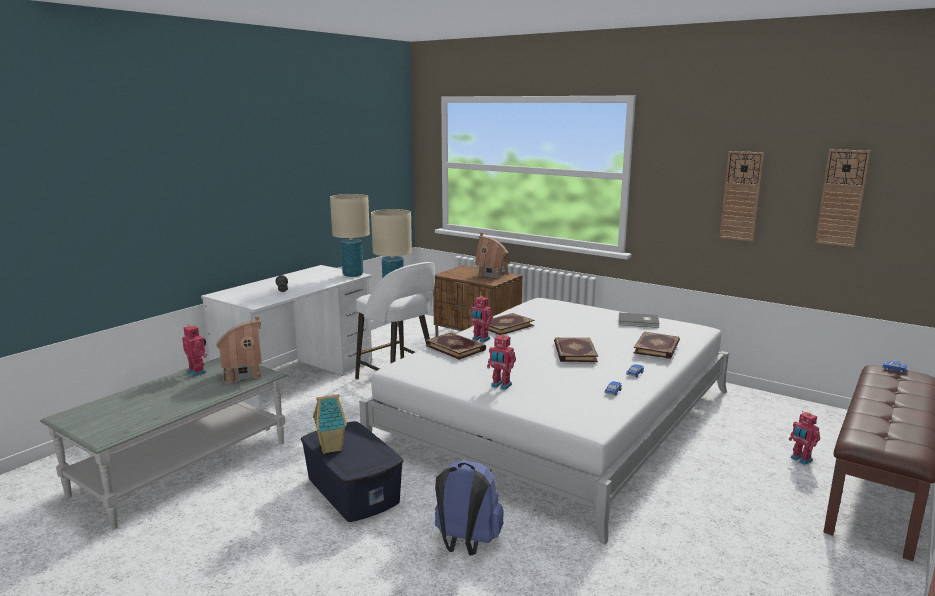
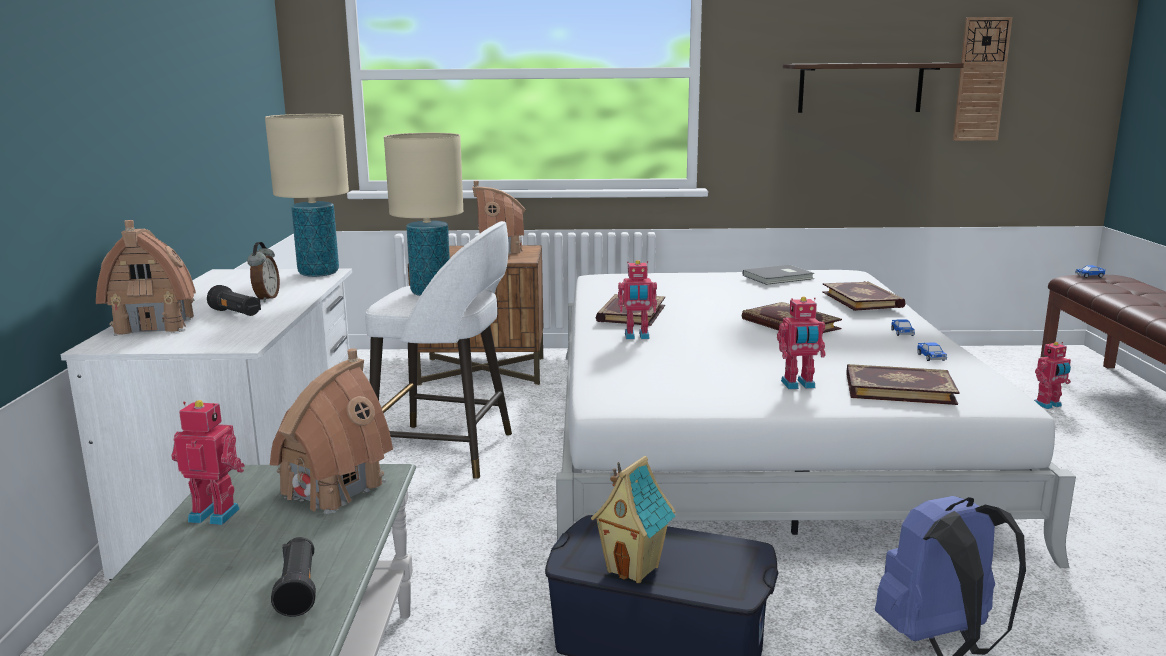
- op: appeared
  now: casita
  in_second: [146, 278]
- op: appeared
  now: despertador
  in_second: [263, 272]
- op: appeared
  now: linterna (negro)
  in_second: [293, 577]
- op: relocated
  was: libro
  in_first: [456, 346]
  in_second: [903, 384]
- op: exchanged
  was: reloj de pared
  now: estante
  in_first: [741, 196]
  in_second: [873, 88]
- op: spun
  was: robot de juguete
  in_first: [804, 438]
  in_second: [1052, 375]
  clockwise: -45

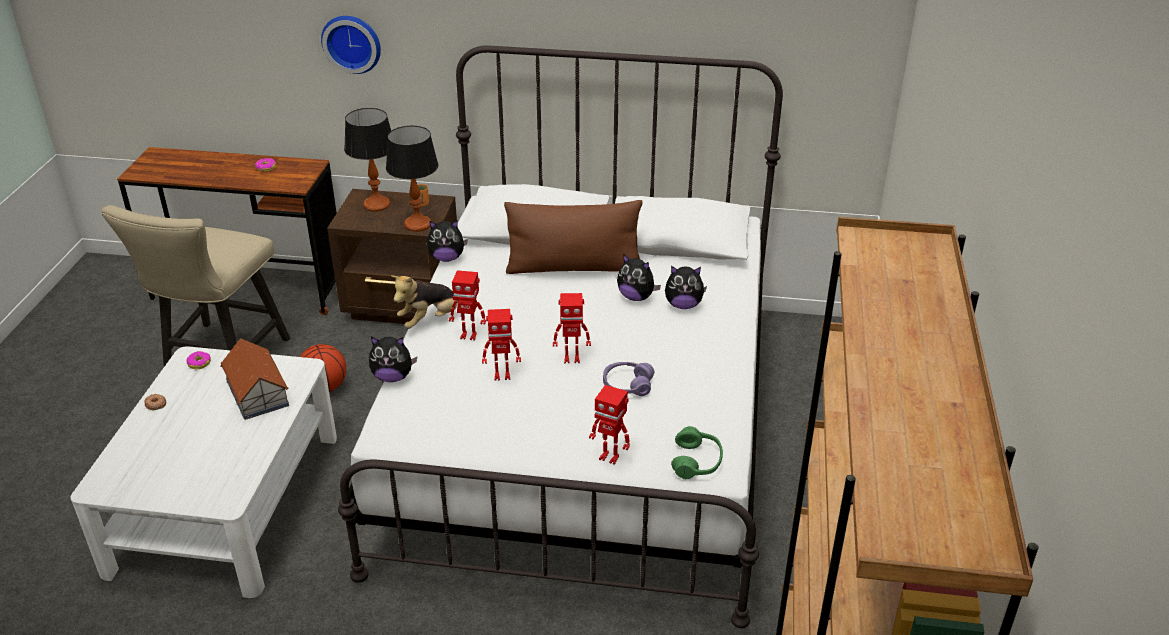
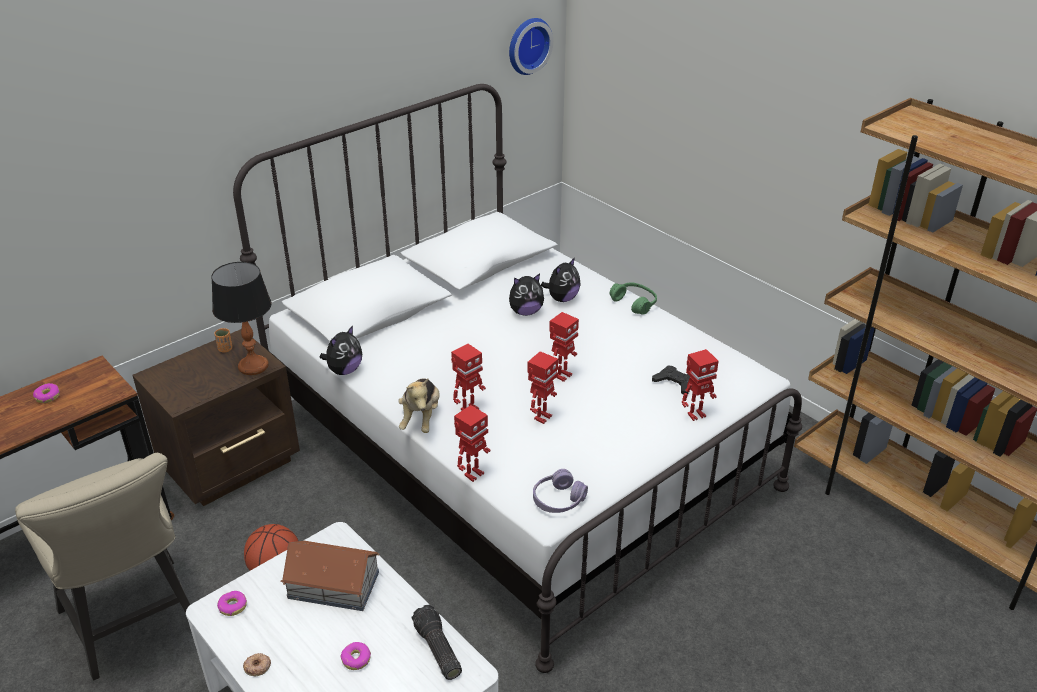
- op: missing
  was: lámpara de mesa
  in_first: [367, 160]
- op: missing
  was: cojín (marrón)
  in_first: [573, 237]
- op: appeared
  now: rosquilla
  in_second: [356, 656]
- op: appeared
  now: linterna
  in_second: [437, 642]
- op: appeared
  now: mando de consola (negro)
  in_second: [671, 380]
- op: relocated
  was: reloj de pared
  in_first: [351, 45]
  in_second: [531, 46]
- op: relocated
  was: auriculares (morado)
  in_first: [628, 379]
  in_second: [560, 491]
- op: relocated
  was: auriculares (verde)
  in_first: [697, 452]
  in_second: [633, 298]
- op: exchanged
  was: peluche
  now: robot de juguete
  in_first: [393, 359]
  in_second: [472, 443]

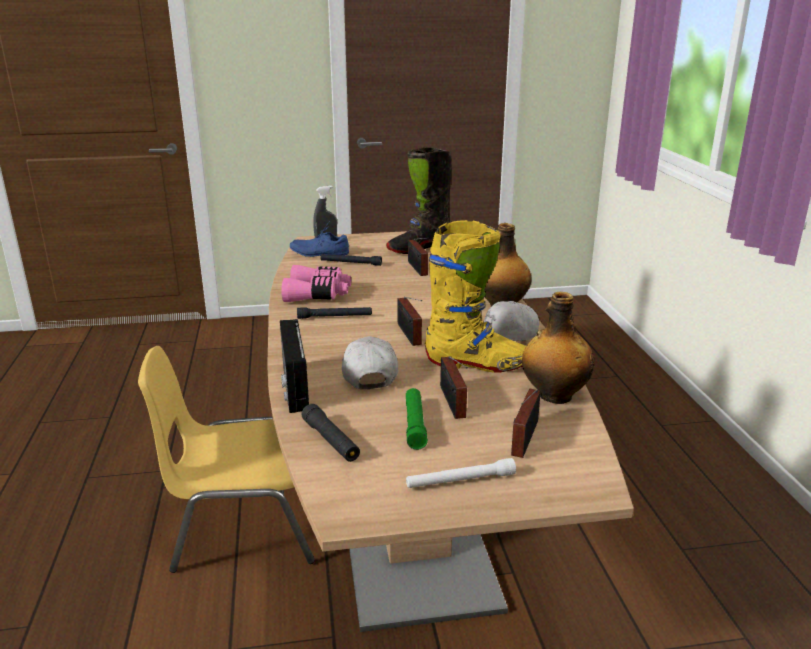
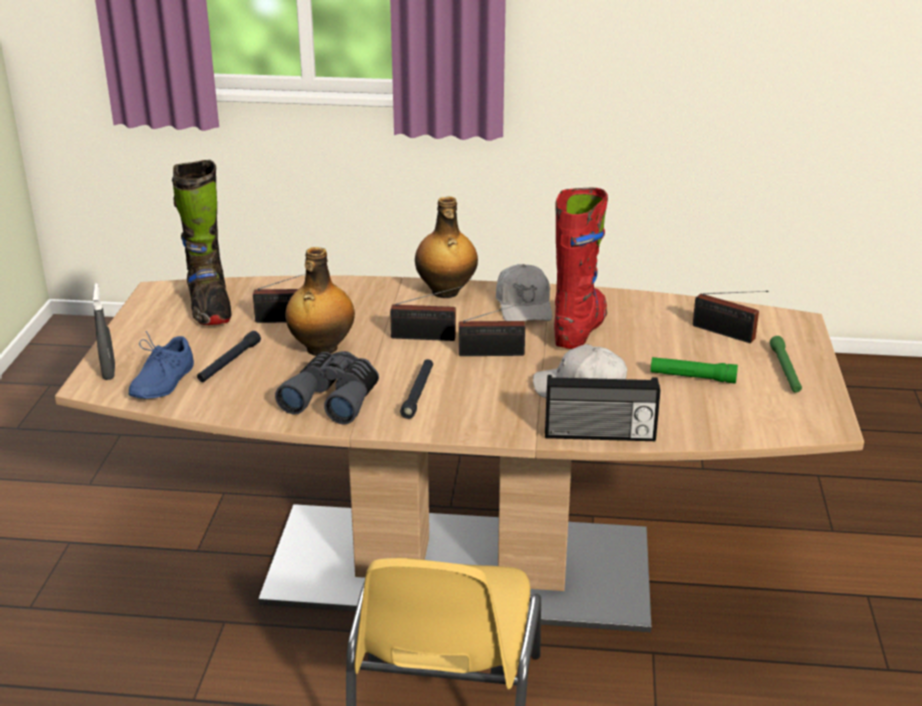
- op: missing
  was: linterna (negro)
  in_first: [331, 433]
- op: relocated
  was: radio
  in_first: [454, 387]
  in_second: [426, 313]
- op: relocated
  was: botella
  in_first: [558, 348]
  in_second: [320, 301]
- op: colour
  was: prismáticos (rosa)
  now: prismáticos (gris)
  in_first: [316, 283]
  in_second: [327, 388]
- op: colour
  was: linterna (blanco)
  now: linterna (verde)
  in_first: [461, 473]
  in_second: [786, 364]
- op: colour
  was: bota (amarillo)
  now: bota (rojo)
  in_first: [475, 296]
  in_second: [581, 268]

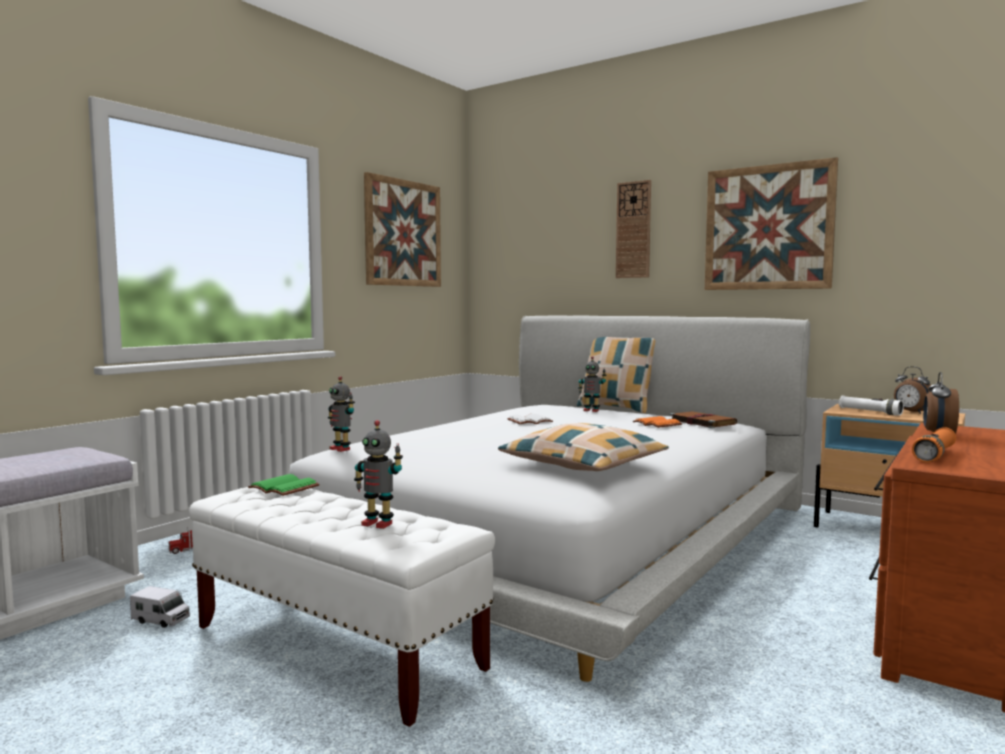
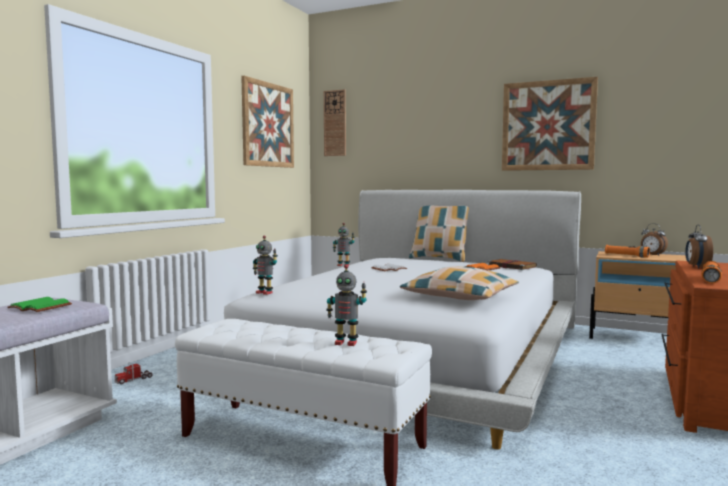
- op: missing
  was: camión de juguete
  in_first: [160, 607]
- op: relocated
  was: libro (verde)
  in_first: [284, 485]
  in_second: [39, 304]
- op: relocated
  was: robot de juguete
  in_first: [592, 384]
  in_second: [344, 244]
- op: relocated
  was: reloj de pared
  in_first: [633, 229]
  in_second: [335, 122]
- op: colour
  was: linterna (blanco)
  now: linterna (naranja)
  in_first: [871, 405]
  in_second: [627, 251]

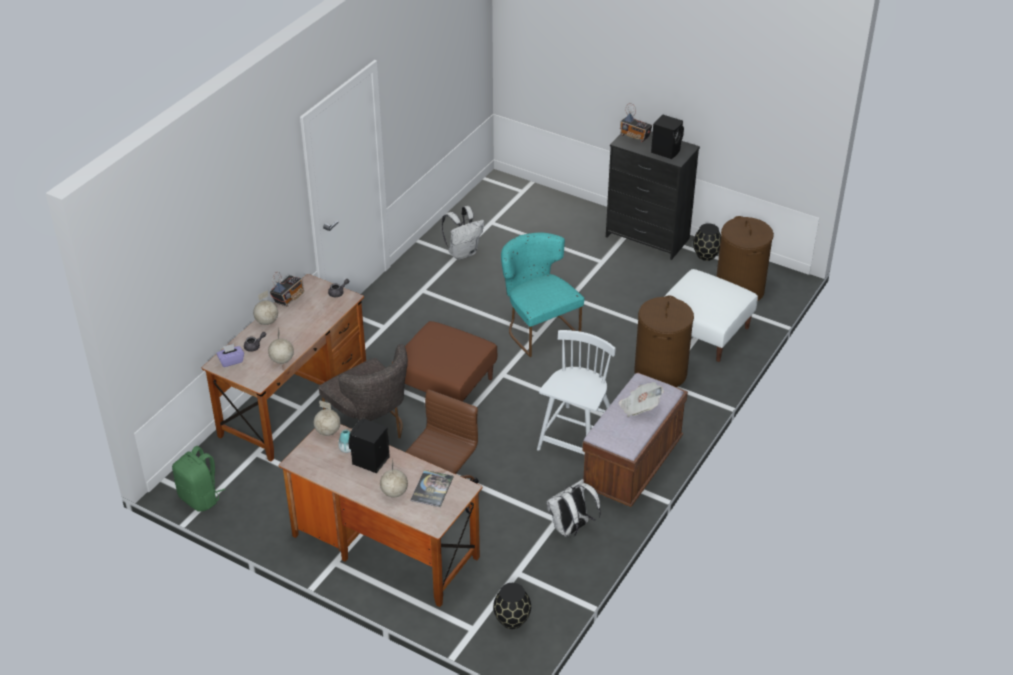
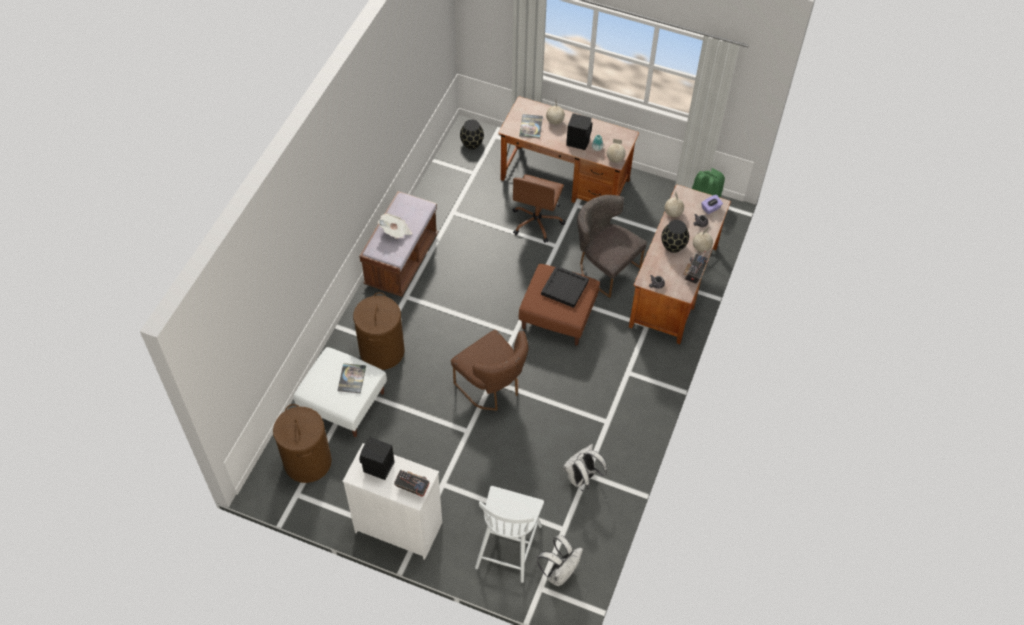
- op: appeared
  now: libro
  in_second: [351, 378]
- op: appeared
  now: bandeja (negro)
  in_second: [565, 287]
- op: relocated
  was: silla (blanco)
  in_first: [576, 392]
  in_second: [509, 534]
- op: relocated
  was: mochila (blanco)
  in_first: [574, 508]
  in_second: [560, 560]
- op: relocated
  was: florero (negro)
  in_first: [707, 242]
  in_second: [675, 236]
- op: colour
  was: silla (turquesa)
  now: silla (marrón)
  in_first: [543, 295]
  in_second: [489, 370]
- op: colour
  was: cómoda (negro)
  now: cómoda (blanco)
  in_first: [653, 195]
  in_second: [392, 501]

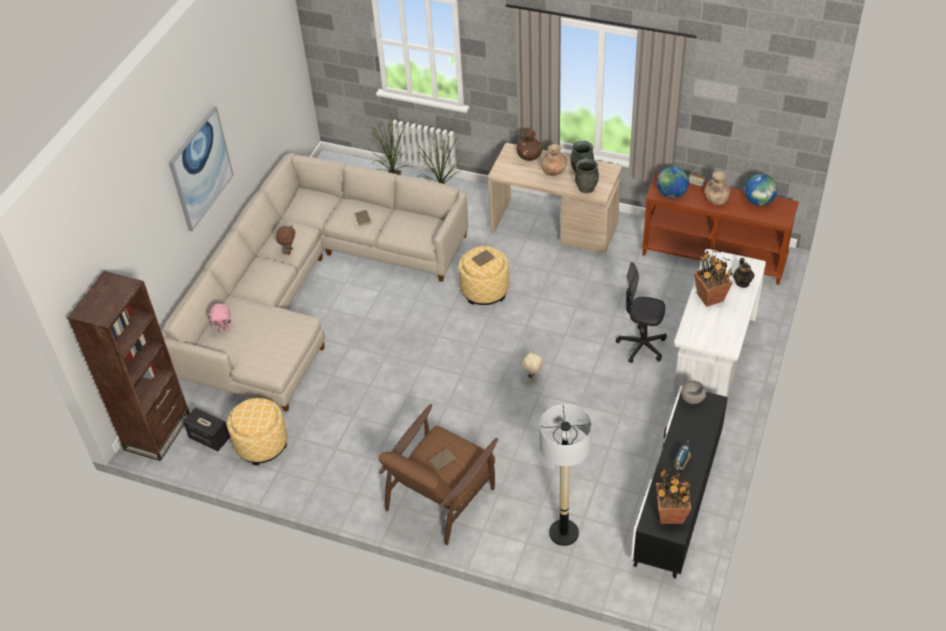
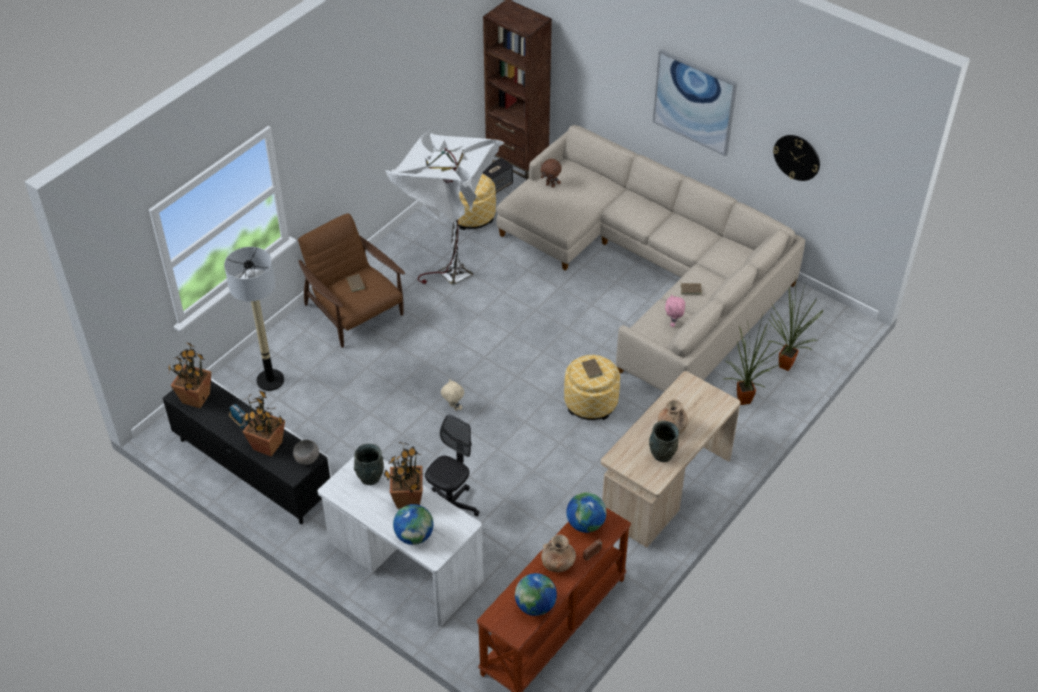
- op: missing
  was: florero (marrón)
  in_first: [529, 145]
- op: appeared
  now: planta en maceta
  in_second: [264, 423]
- op: appeared
  now: lámpara de pie (blanco)
  in_second: [445, 207]
- op: appeared
  now: reloj de pared
  in_second: [796, 158]
- op: relocated
  was: peluche (rosa)
  in_first: [221, 318]
  in_second: [675, 310]
- op: relocated
  was: peluche (marrón)
  in_first: [286, 240]
  in_second: [551, 173]
- op: relocated
  was: florero (gris)
  in_first: [587, 176]
  in_second: [369, 464]
- op: exchanged
  was: tetera
  now: globo terráqueo
  in_first: [743, 273]
  in_second: [413, 524]

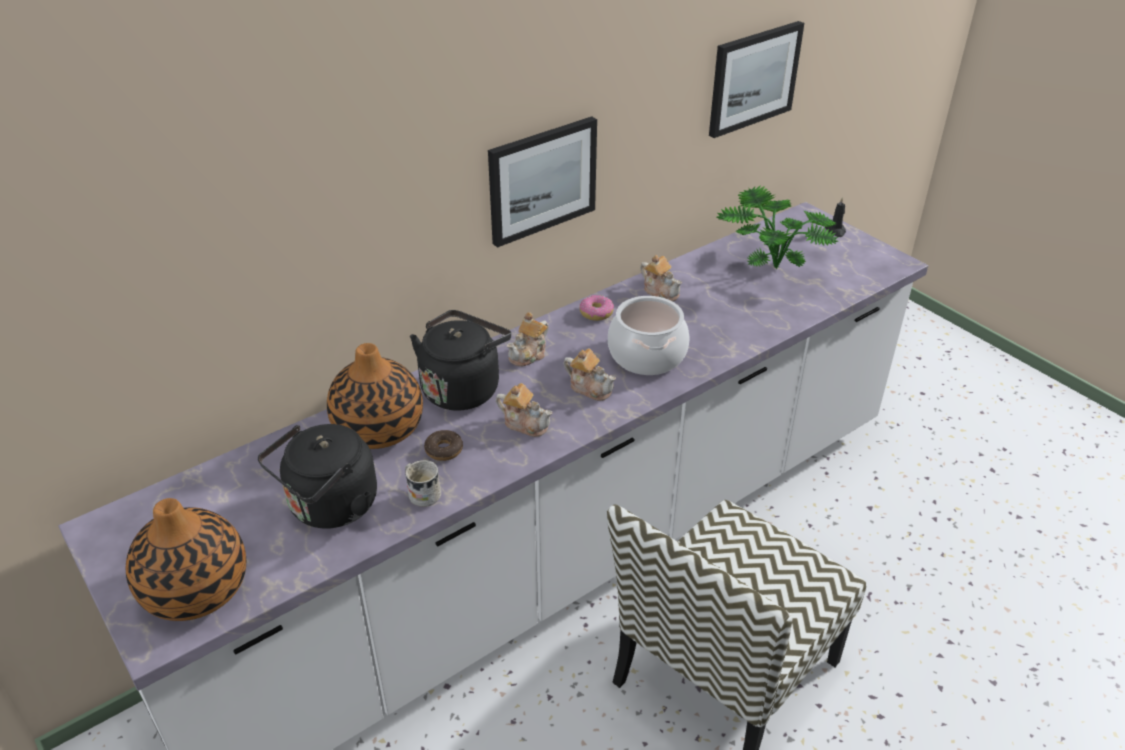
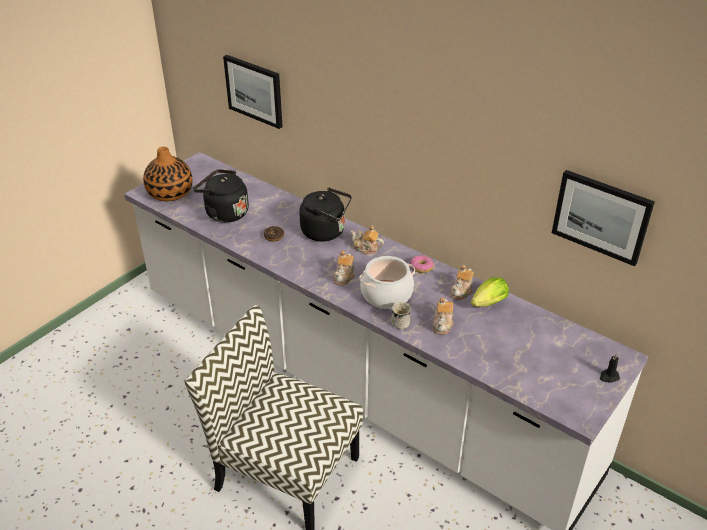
- op: missing
  was: florero
  in_first: [375, 396]
- op: missing
  was: planta en maceta
  in_first: [778, 227]
- op: appeared
  now: lechuga
  in_second: [490, 292]
- op: relocated
  was: taza grande (blanco)
  in_first: [423, 483]
  in_second: [401, 315]
- op: relocated
  was: cuadro
  in_first: [542, 182]
  in_second: [253, 92]
- op: relocated
  was: tetera
  in_first: [524, 410]
  in_second: [443, 316]

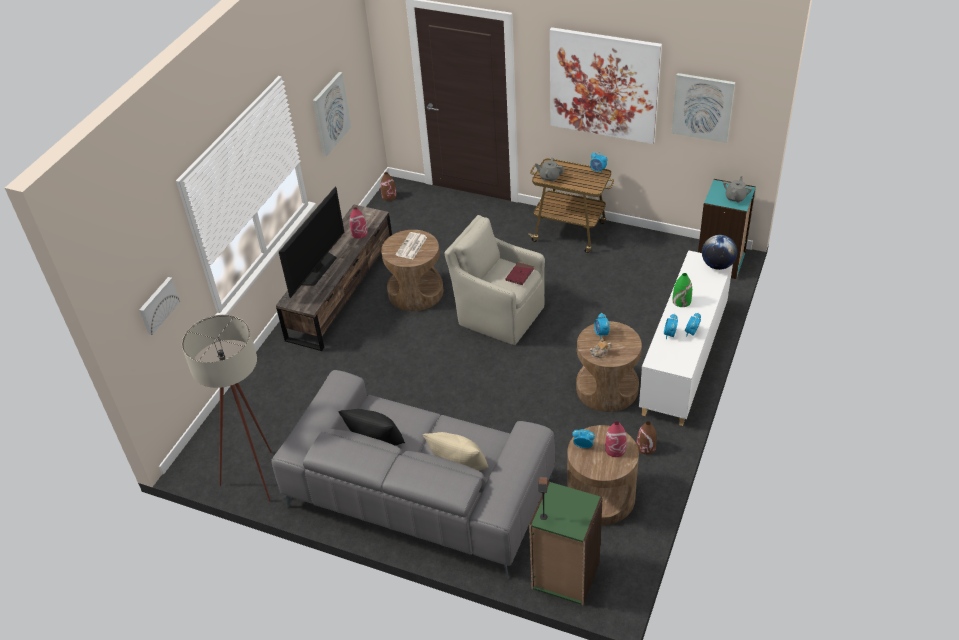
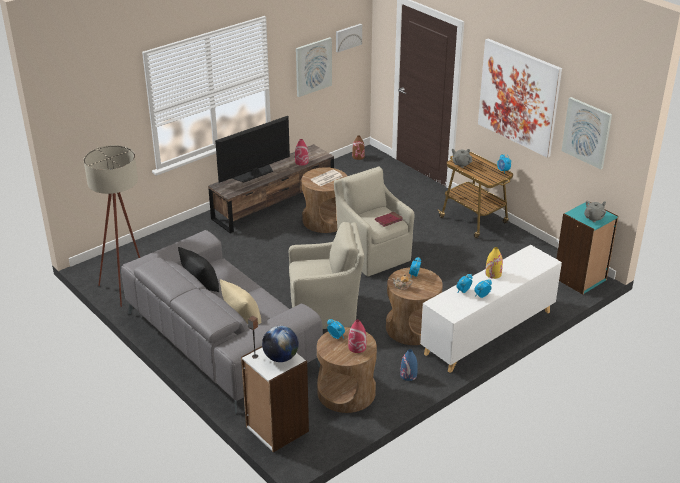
- op: appeared
  now: sillón (beis)
  in_second: [327, 275]
- op: relocated
  was: cuadro
  in_first: [159, 306]
  in_second: [349, 38]
- op: relocated
  was: globo terráqueo
  in_first: [719, 252]
  in_second: [280, 344]
- op: colour
  was: estantería (verde)
  now: estantería (blanco)
  in_first: [566, 543]
  in_second: [275, 399]
- op: colour
  was: florero (marrón)
  now: florero (azul)
  in_first: [646, 438]
  in_second: [409, 365]
- op: colour
  was: florero (verde)
  now: florero (amarillo)
  in_first: [682, 290]
  in_second: [494, 263]

